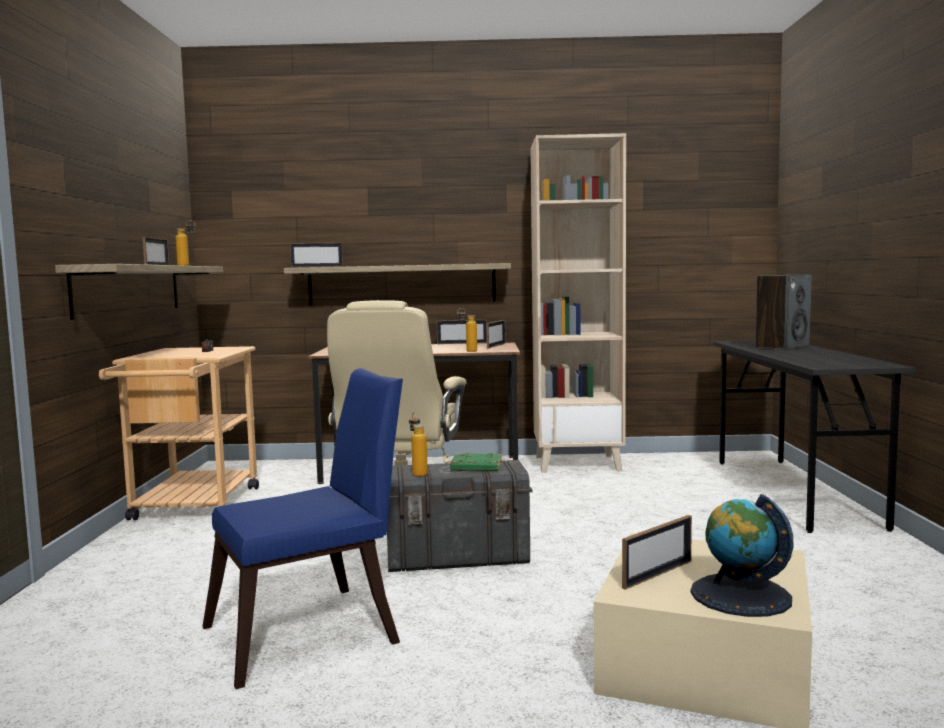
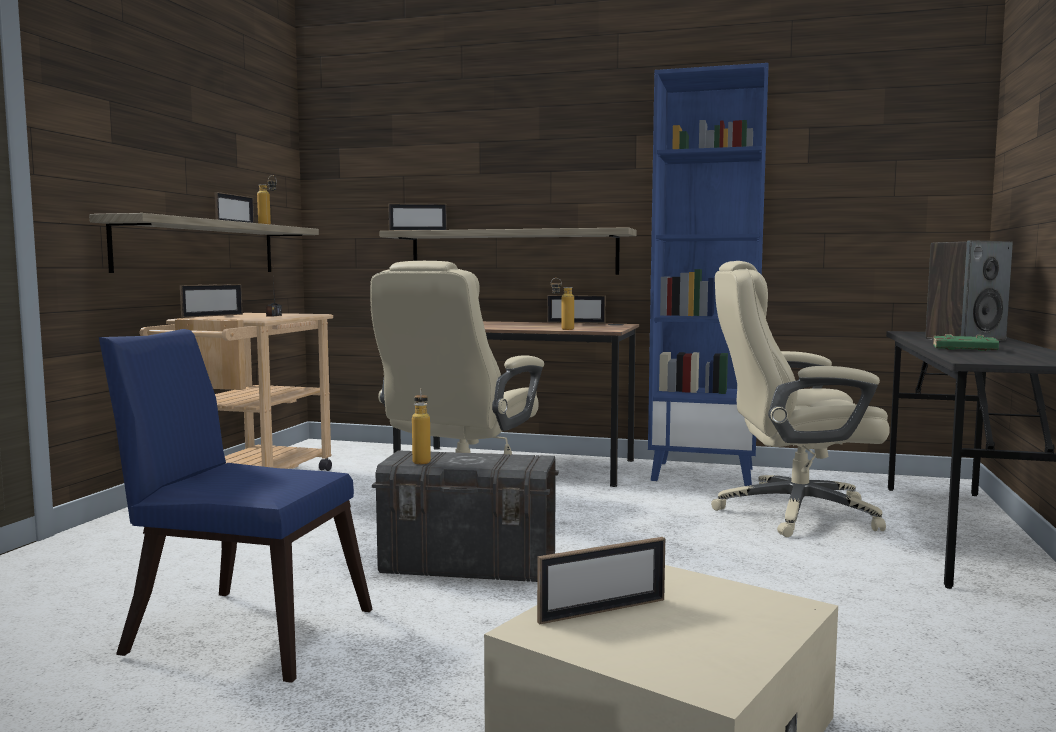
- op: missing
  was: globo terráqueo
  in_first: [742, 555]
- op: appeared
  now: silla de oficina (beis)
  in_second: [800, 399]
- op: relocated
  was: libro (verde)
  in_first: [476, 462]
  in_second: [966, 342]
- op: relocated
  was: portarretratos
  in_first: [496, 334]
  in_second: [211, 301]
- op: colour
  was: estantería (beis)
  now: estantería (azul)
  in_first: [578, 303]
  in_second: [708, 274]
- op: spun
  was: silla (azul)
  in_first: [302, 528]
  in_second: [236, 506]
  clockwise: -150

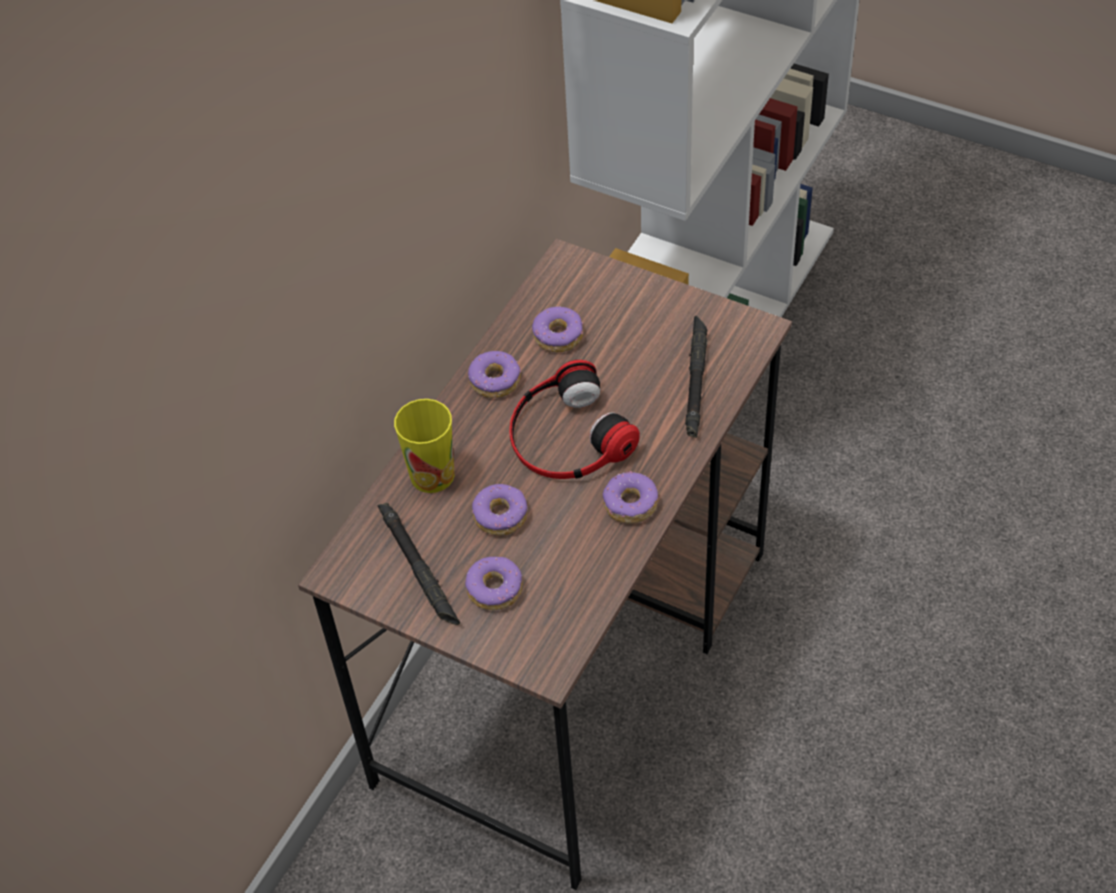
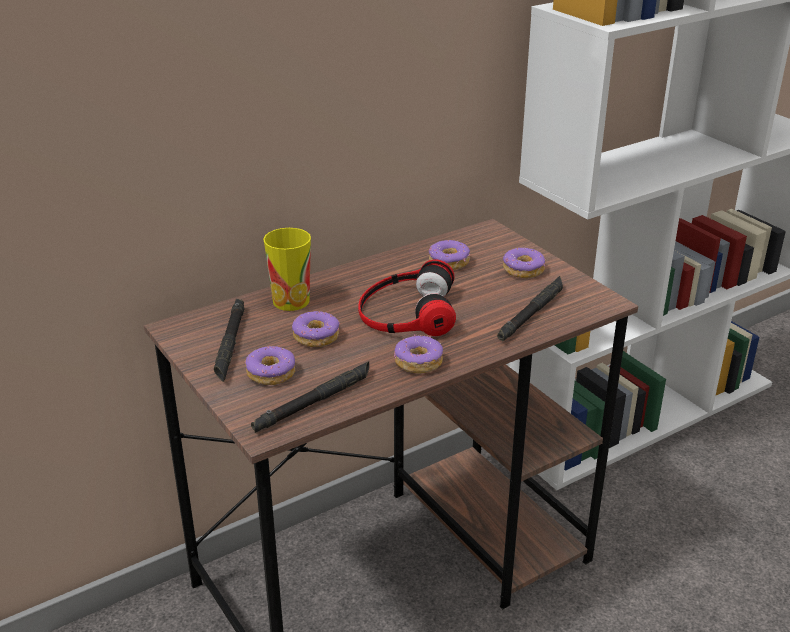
- op: appeared
  now: linterna (negro)
  in_second: [310, 397]
- op: relocated
  was: rosquilla
  in_first: [495, 374]
  in_second: [524, 263]

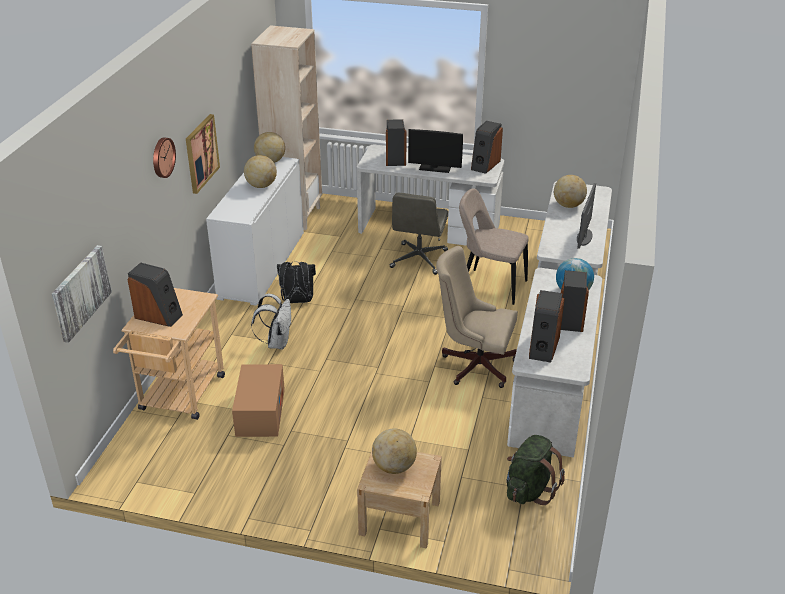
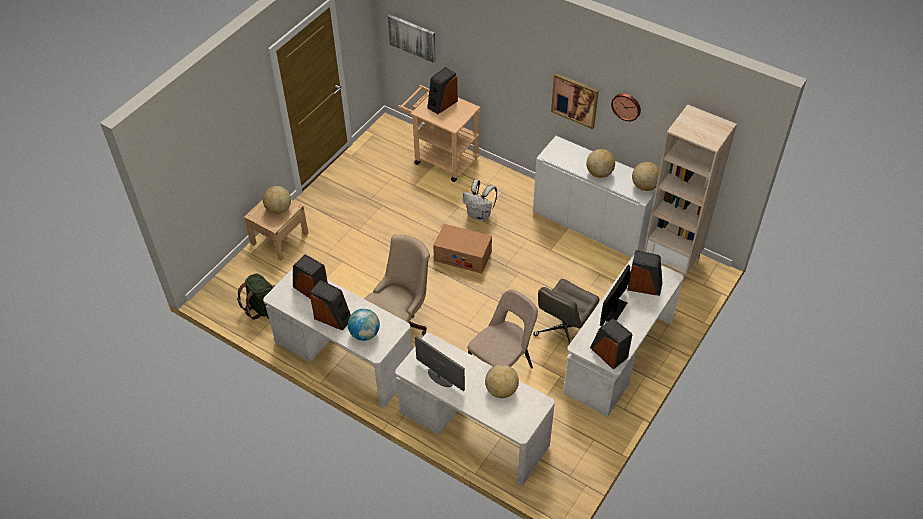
- op: missing
  was: mochila (negro)
  in_first: [296, 282]
- op: relocated
  was: reloj de pared
  in_first: [164, 157]
  in_second: [626, 107]
- op: relocated
  was: caja de cartón
  in_first: [258, 400]
  in_second: [462, 249]
- op: spun
  was: silla de oficina (gris)
  in_first: [419, 234]
  in_second: [566, 311]
  clockwise: -90

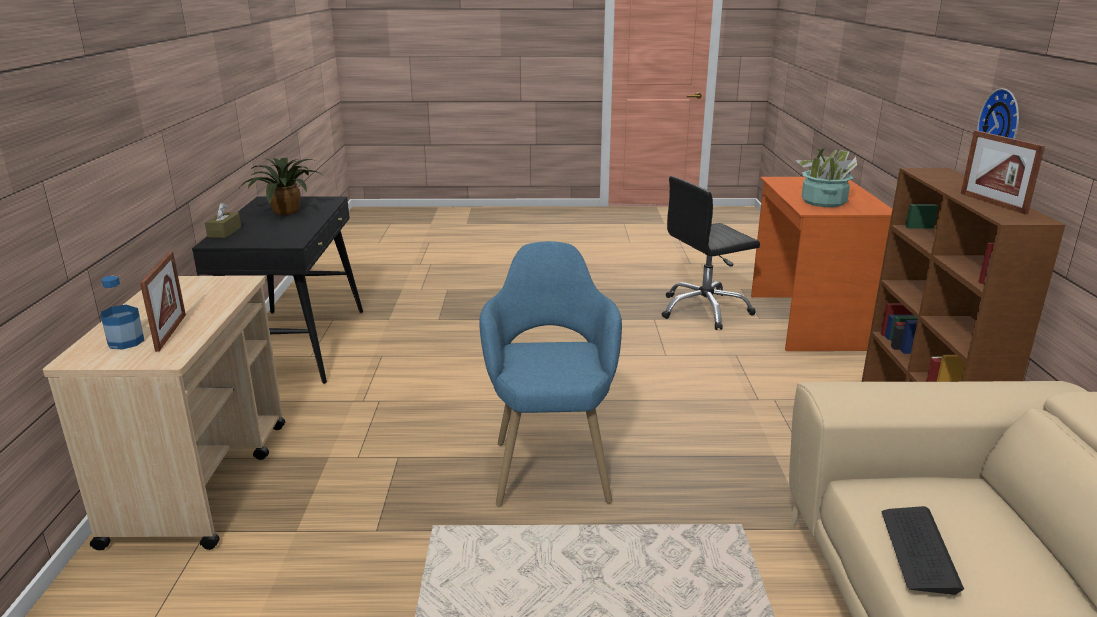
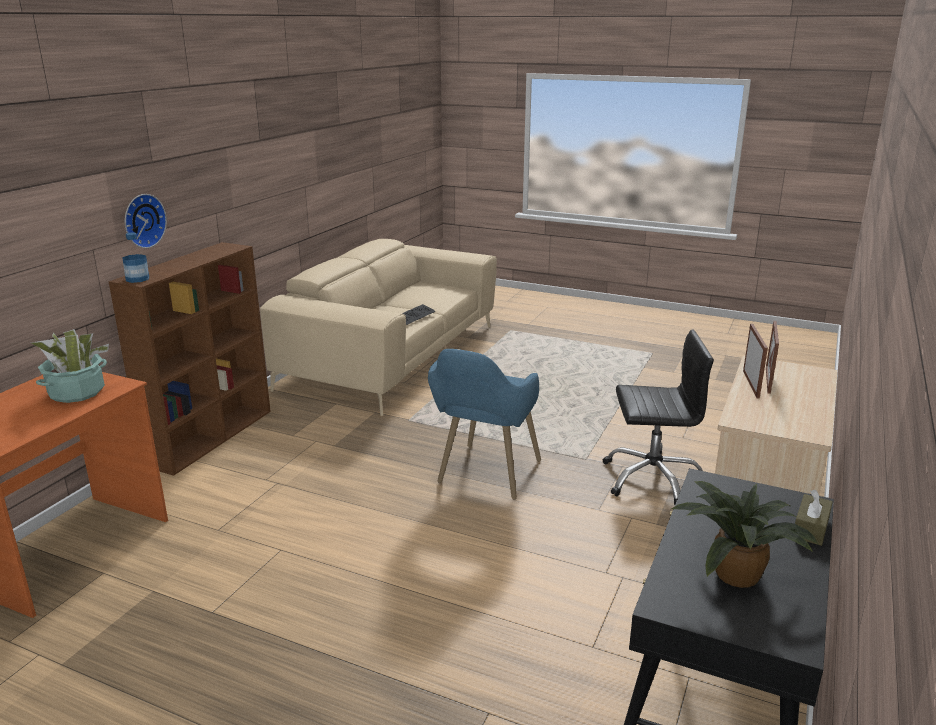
- op: relocated
  was: botella
  in_first: [122, 312]
  in_second: [135, 257]
- op: relocated
  was: silla de oficina (negro)
  in_first: [711, 253]
  in_second: [658, 417]
- op: relocated
  was: portarretratos
  in_first: [1003, 172]
  in_second: [755, 361]

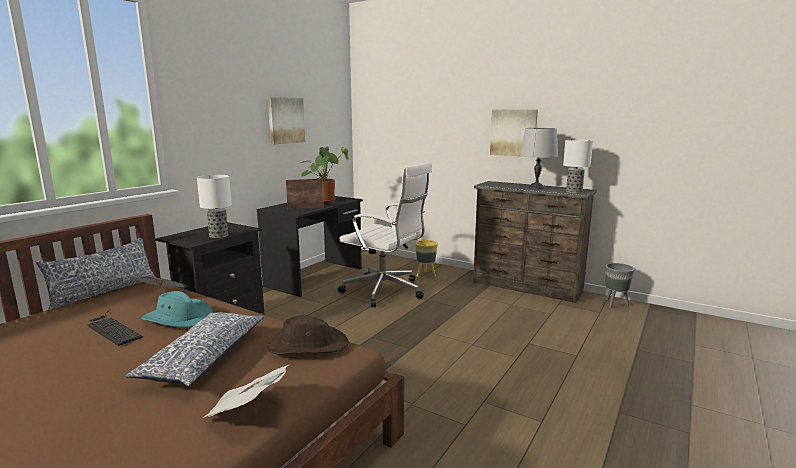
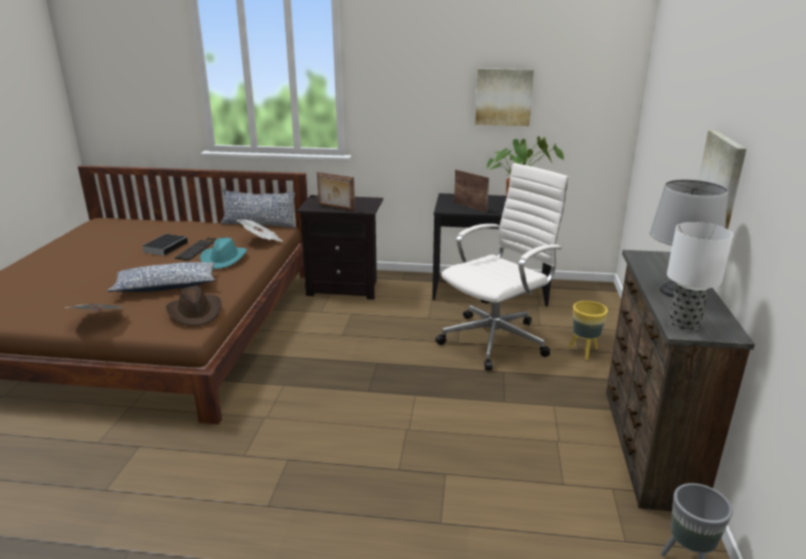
- op: appeared
  now: libro
  in_second: [165, 245]
- op: exchanged
  was: lámpara de mesa
  now: portarretratos
  in_first: [214, 206]
  in_second: [336, 191]
- op: spun
  was: silla de oficina (blanco)
  in_first: [385, 235]
  in_second: [502, 267]
  clockwise: -135

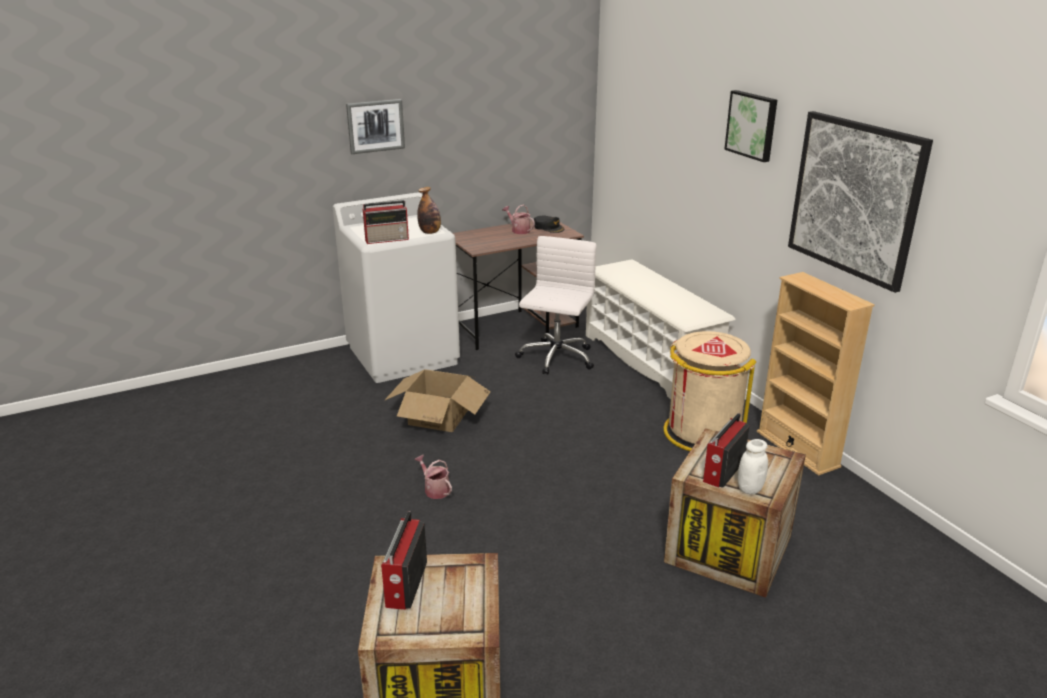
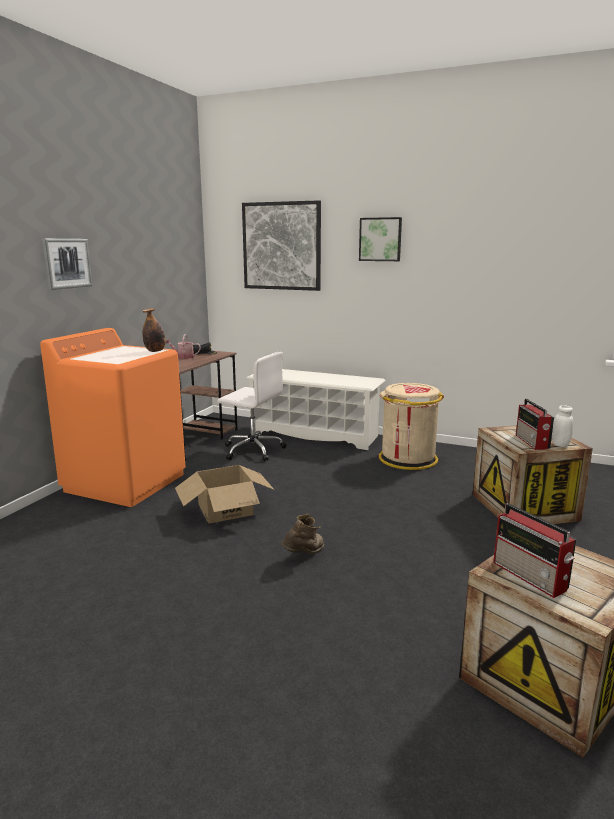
- op: missing
  was: radio
  in_first: [386, 222]
- op: missing
  was: estantería (beis)
  in_first: [816, 374]
- op: relocated
  was: cuadro
  in_first: [860, 202]
  in_second: [281, 245]
- op: exchanged
  was: regadera
  now: bota (marrón)
  in_first: [433, 477]
  in_second: [302, 534]
- op: colour
  was: lavadora (blanco)
  now: lavadora (naranja)
  in_first: [396, 287]
  in_second: [113, 417]
- op: spun
  was: silla de oficina (blanco)
  in_first: [556, 305]
  in_second: [251, 406]
  clockwise: 135

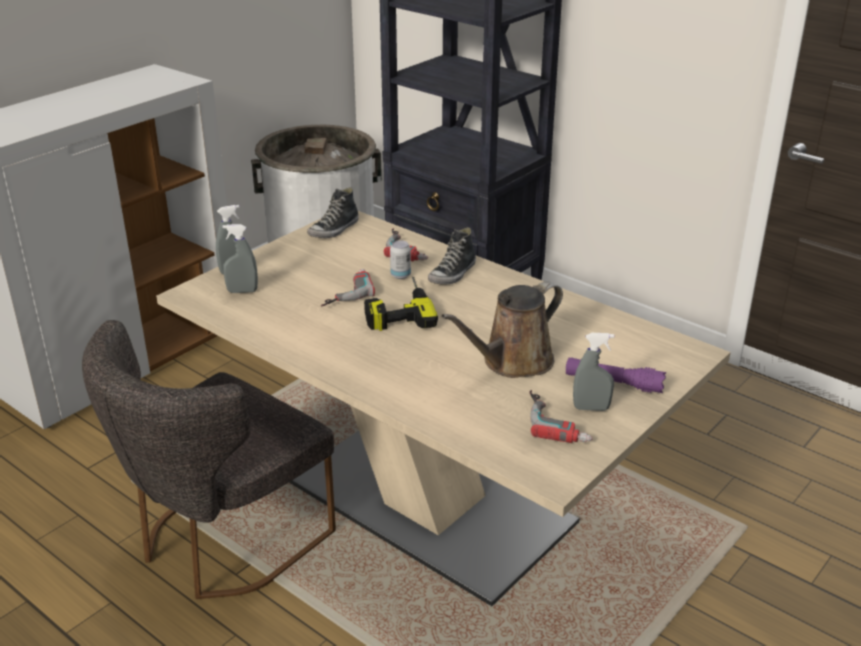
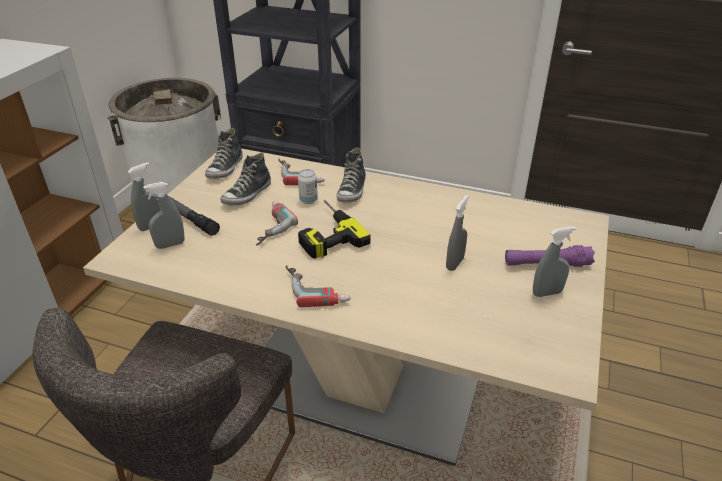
- op: appeared
  now: linterna
  in_second: [194, 216]
- op: appeared
  now: zapato
  in_second: [245, 179]
- op: relocated
  was: taladro
  in_first: [561, 416]
  in_second: [318, 286]
- op: exchanged
  was: regadera (marrón)
  now: pulverizador (gris)
  in_first: [502, 330]
  in_second: [457, 233]

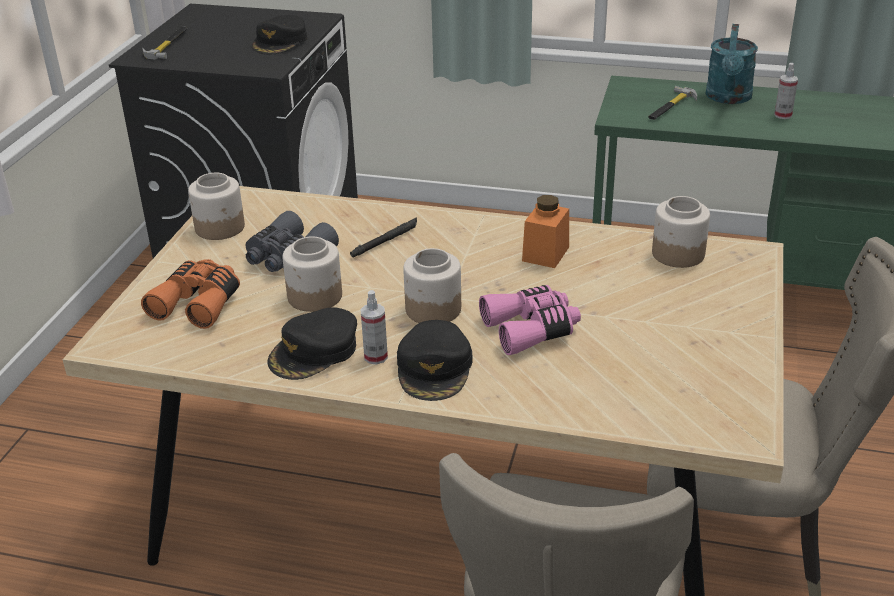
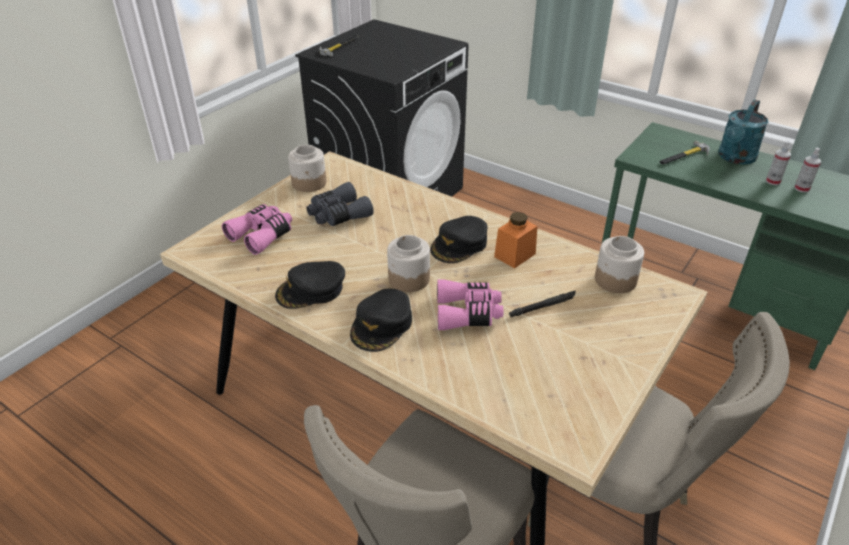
- op: missing
  was: tarro
  in_first: [312, 274]
- op: relocated
  was: gorra (negro)
  in_first: [279, 34]
  in_second: [458, 239]
- op: relocated
  was: linterna (negro)
  in_first: [383, 237]
  in_second: [542, 303]
- op: relocated
  was: pulverizador
  in_first: [374, 327]
  in_second: [807, 170]
- op: colour
  was: prismáticos (naranja)
  now: prismáticos (rosa)
  in_first: [190, 294]
  in_second: [257, 229]

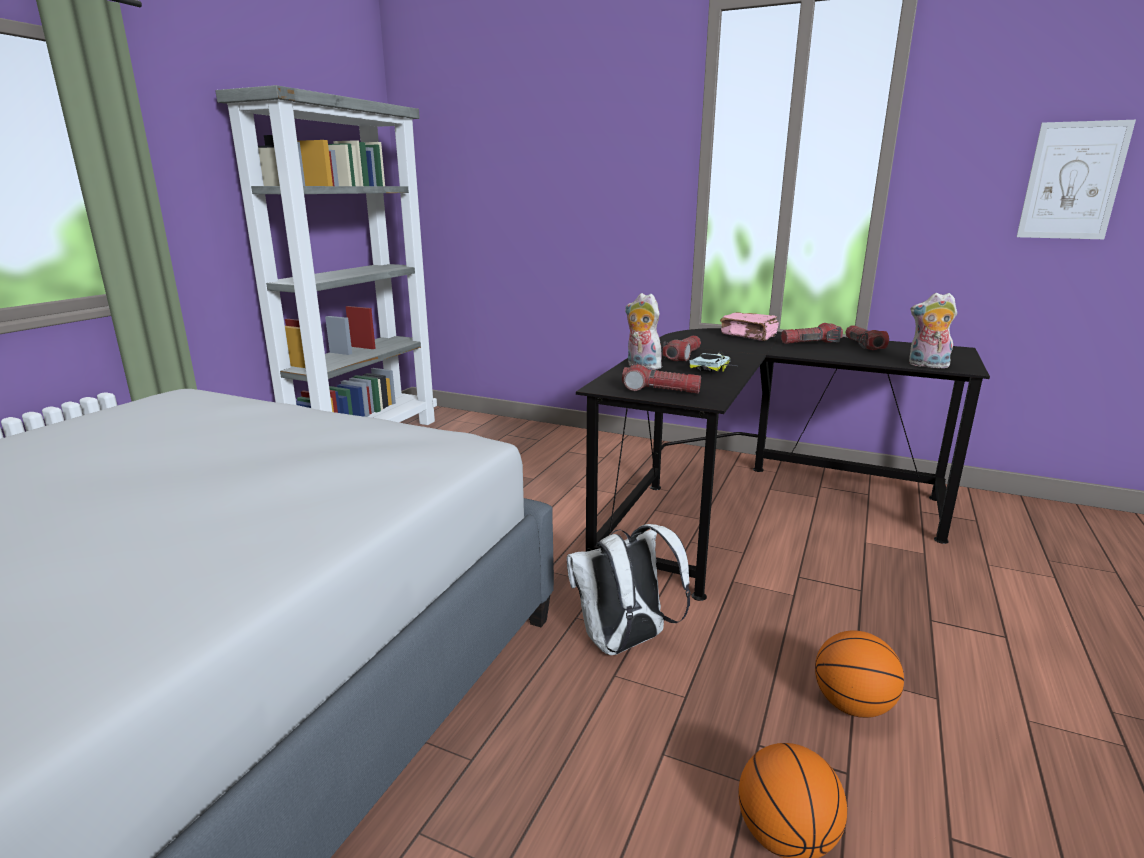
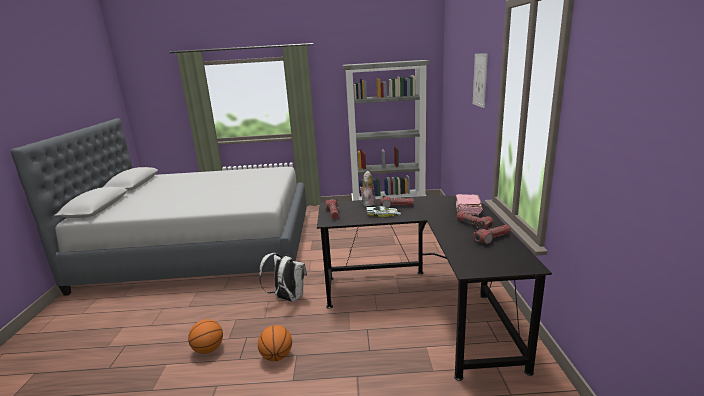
- op: missing
  was: peluche
  in_first: [933, 330]
- op: relocated
  was: cuadro
  in_first: [1076, 179]
  in_second: [480, 81]

